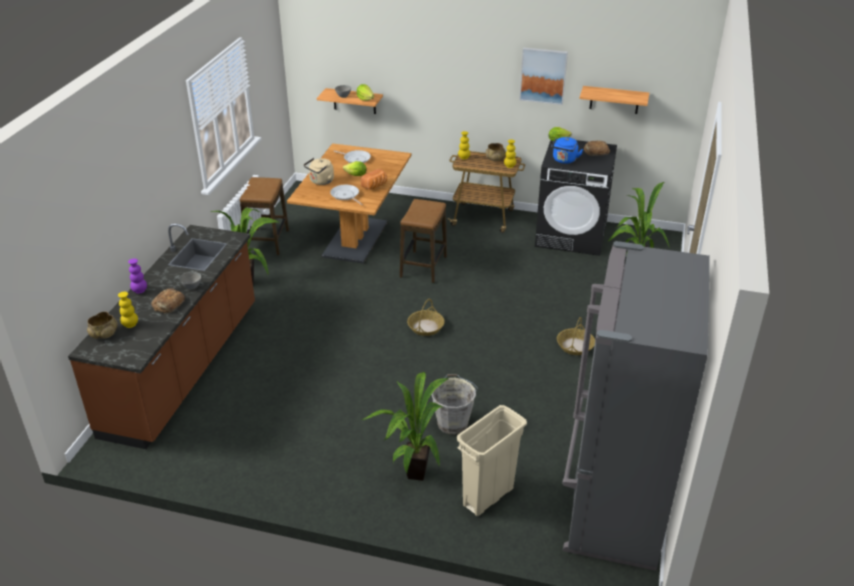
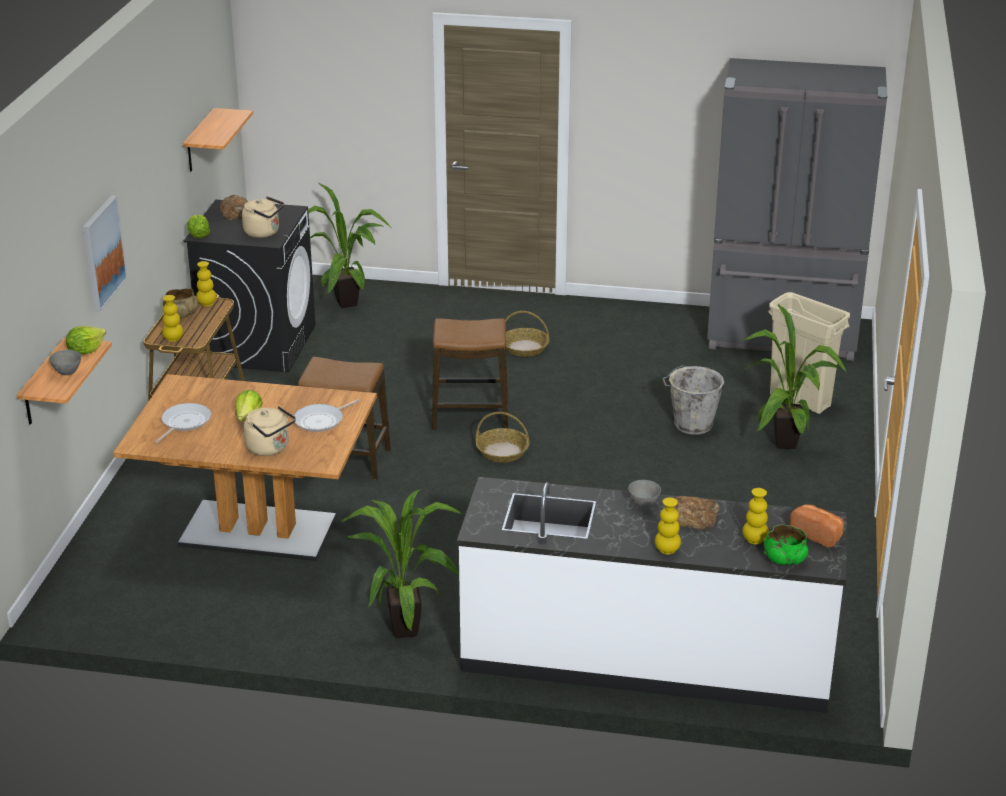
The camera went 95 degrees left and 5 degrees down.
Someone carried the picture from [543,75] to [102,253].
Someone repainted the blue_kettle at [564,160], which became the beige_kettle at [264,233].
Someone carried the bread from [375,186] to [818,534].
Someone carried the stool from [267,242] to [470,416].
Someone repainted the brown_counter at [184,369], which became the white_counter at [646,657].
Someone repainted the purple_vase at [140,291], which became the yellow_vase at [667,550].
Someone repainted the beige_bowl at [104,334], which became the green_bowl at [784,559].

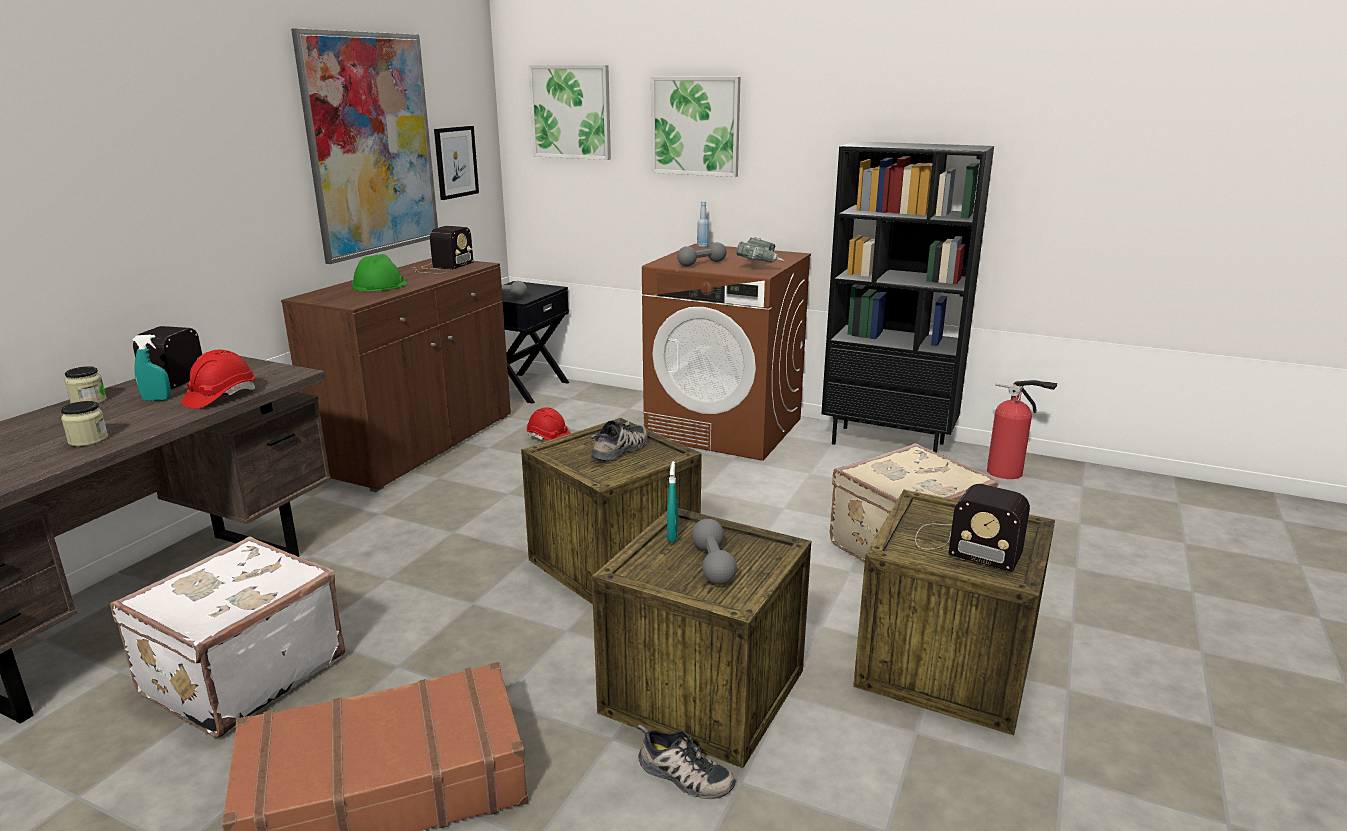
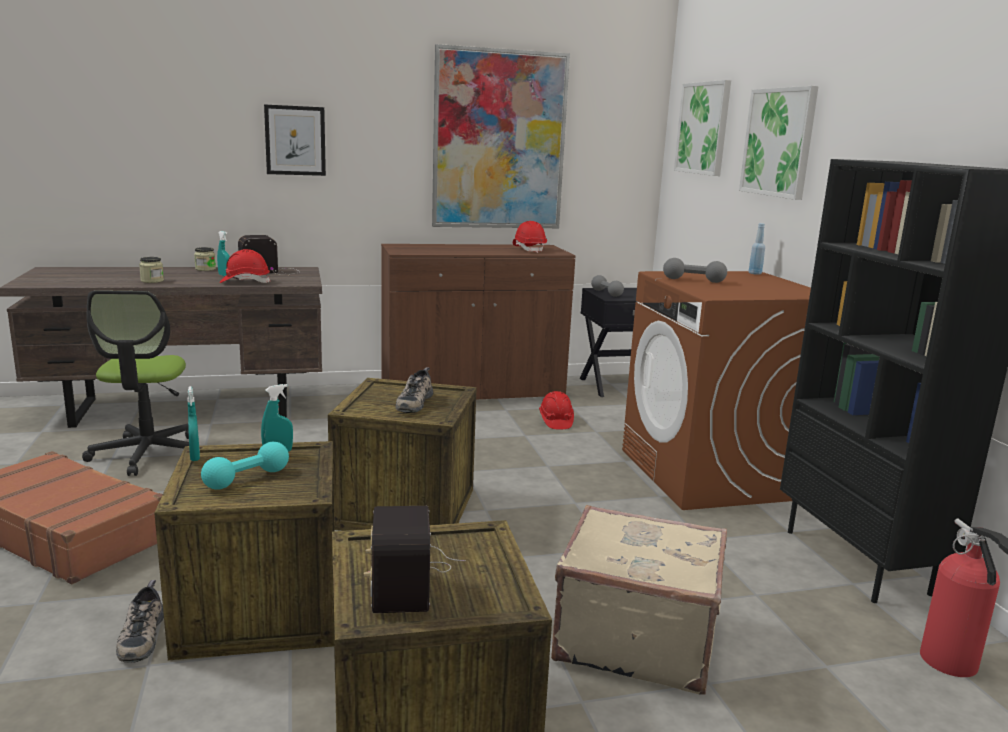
The camera went 50 degrees right and 5 degrees down.
Someone carried the picture from [456,162] to [295,140].
Someone swapped the radio at [442,267] for the red_hard_hat at [529,249].
Someone took away the power_drill at [762,266].
Someone took away the green_hard_hat at [380,285].
Someone rotated the shoe at [621,449] by 105 degrees clockwise.
Someone repainted the grey_dumbbell at [713,564], which became the turquoise_dumbbell at [247,479].
Someone swapped the white_suitcase at [241,674] for the office_chair at [148,454].
Someone put down the turquoise_spray_bottle at [195,457].

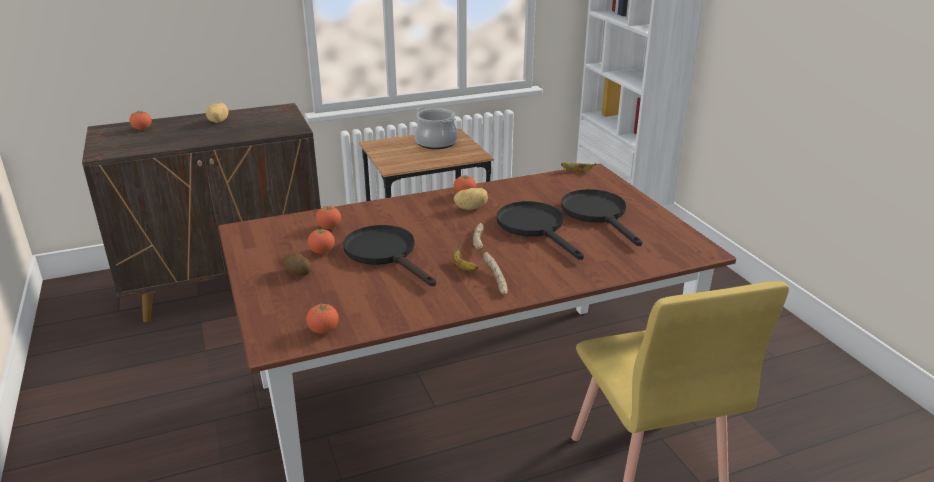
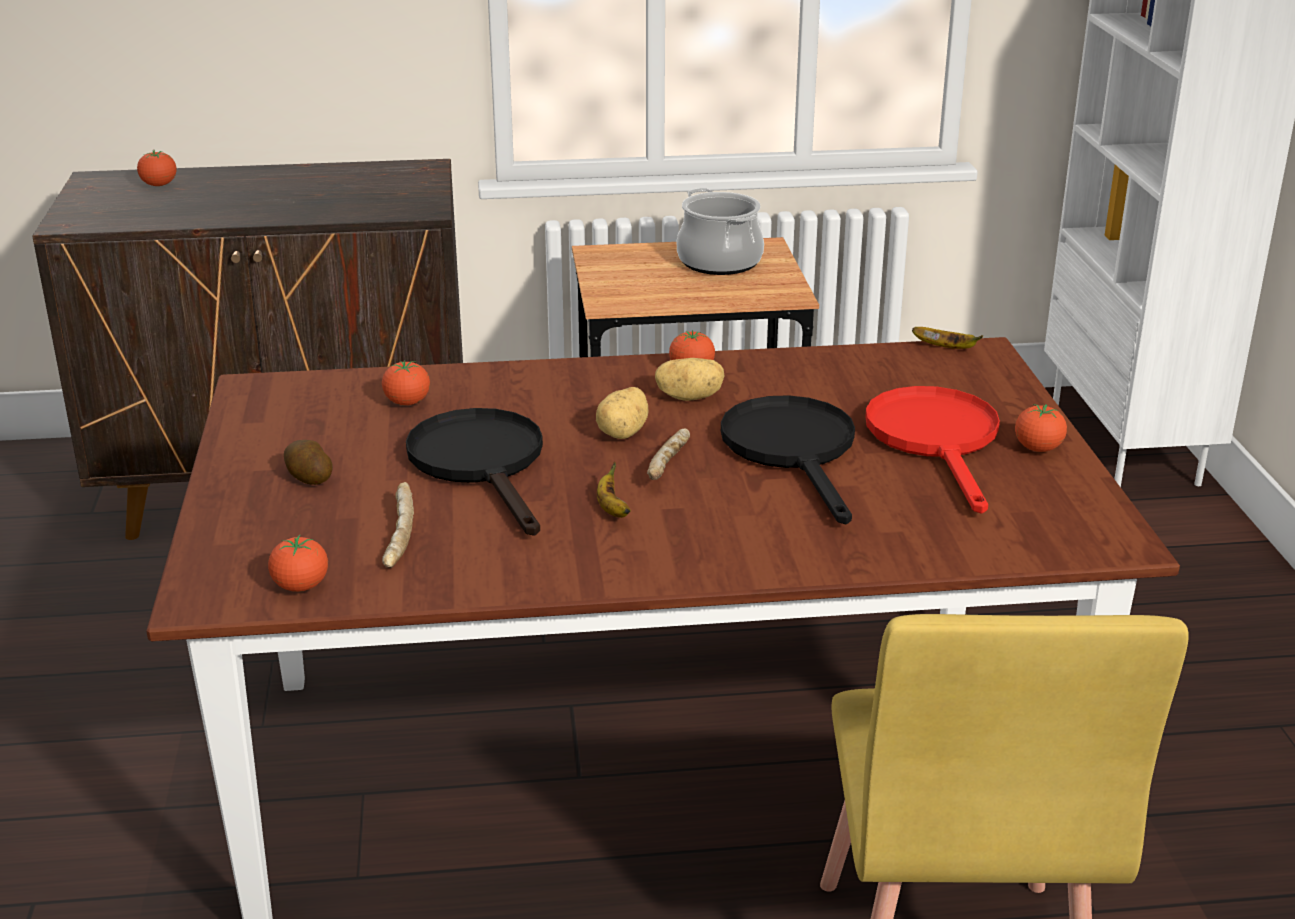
The camera went 15 degrees right and 0 degrees up.
Someone carried the potato from [219,121] to [624,433].
Someone repainted the black_frying_pan at [598,214], which became the red_frying_pan at [937,440].
Someone carried the tomato from [322,252] to [1038,449].
Someone carried the bread from [494,279] to [397,536].

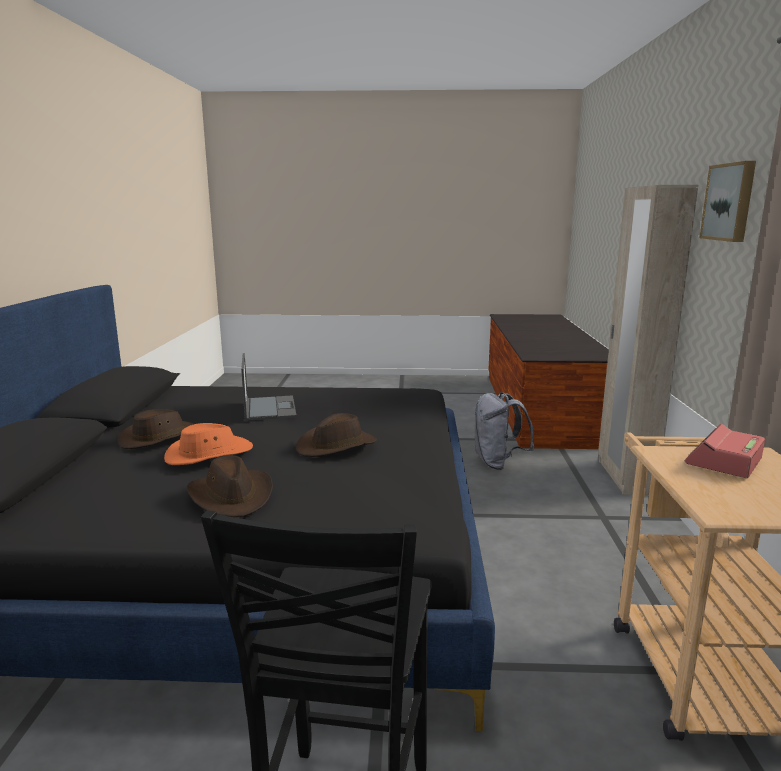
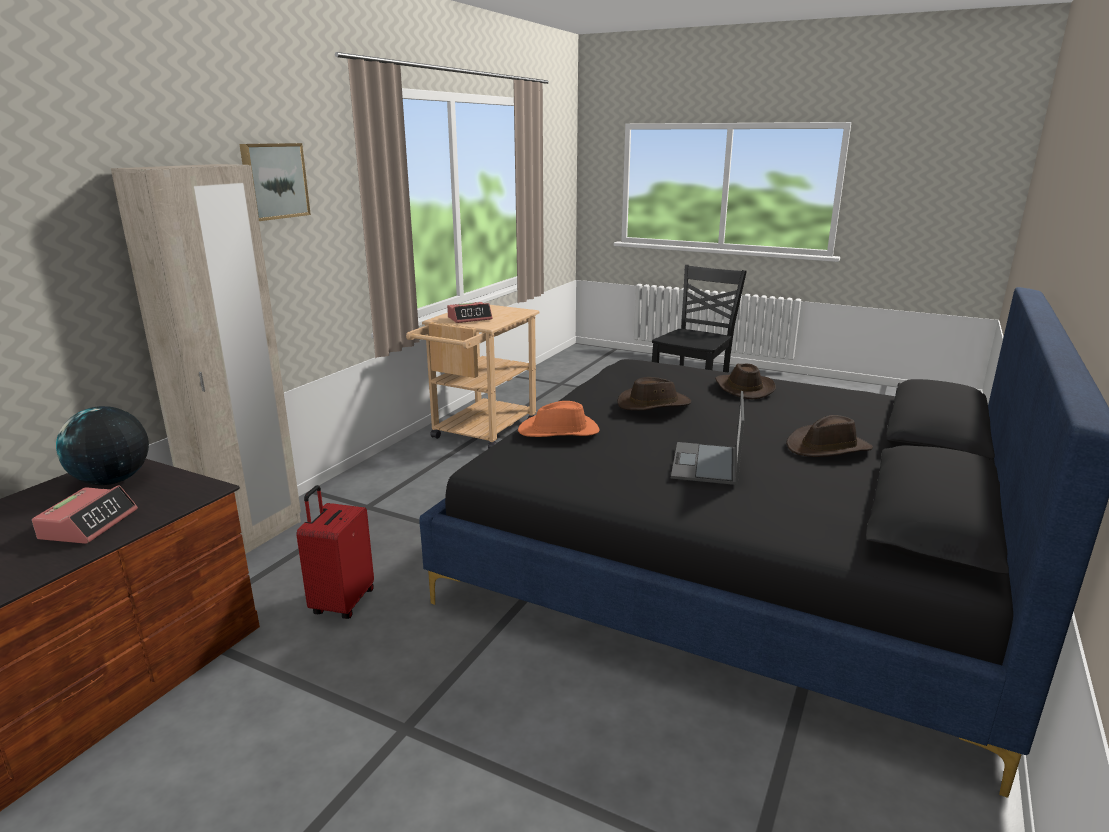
The camera went 155 degrees left and 5 degrees up.
Someone swapped the grey_backpack at [498,463] for the red_suitcase at [341,602].
Someone carried the orange_hat from [209,454] to [559,431].
Someone put down the globe at [112,481].
Someone put down the alarm_clock at [89,524].

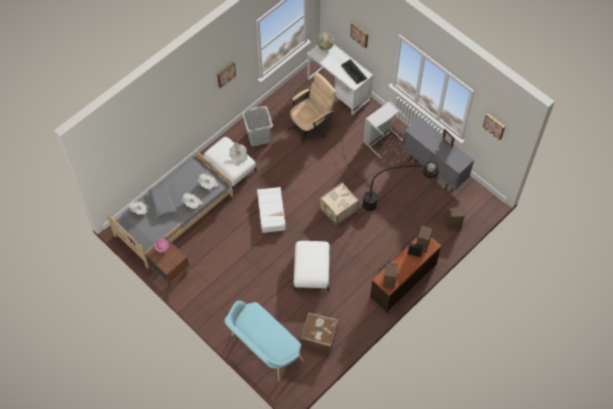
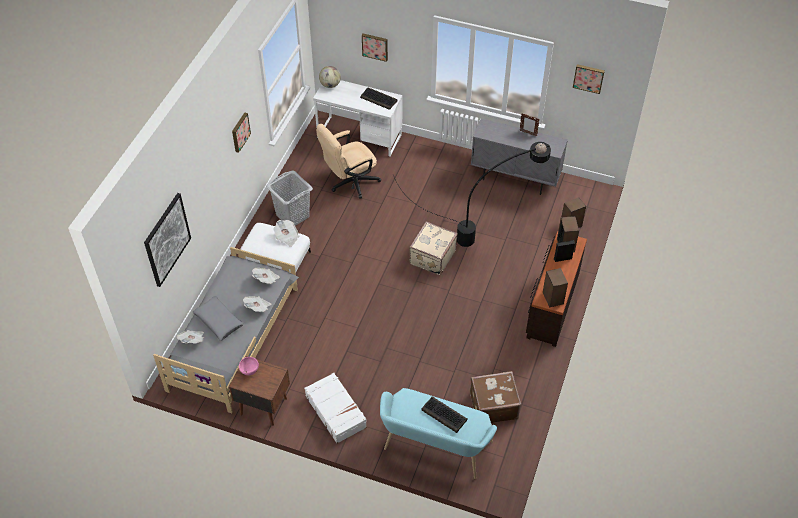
The camera went 25 degrees left and 10 degrees down.
Someone rotated the beige_office_chair at [311,126] by 150 degrees counterclockwise.
Someone took away the grey_laundry_basket at [381,139].
Someone carried the white_suitcase from [271,212] to [336,411].
Someone took away the white_ottoman at [311,271].
Someone put up the picture at [167,239].
Someone put down the keyboard at [443,415].

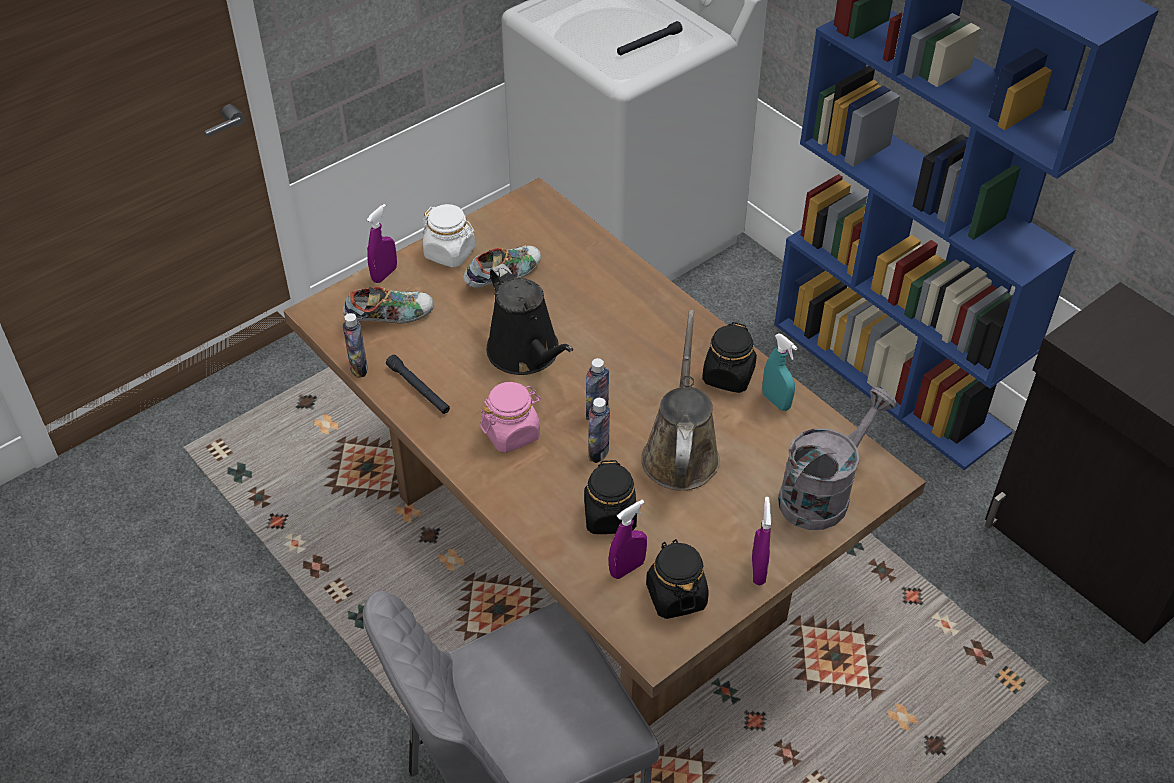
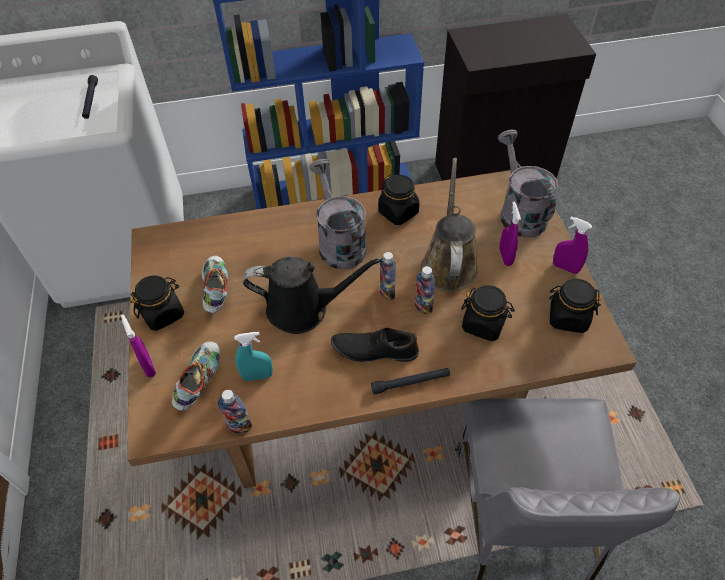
The camera went 60 degrees left and 5 degrees up.
Someone repainted the white_jar at [450,253], which became the black_jar at [163,313].
Someone rotated the brown_watering_can at [680,452] by 60 degrees clockwise.
Someone carried the turquoise_spray_bottle from [776,401] to [257,376].
Someone carried the black_flashlight from [419,389] to [410,383].
Someone swapped the pink_jar at [511,433] for the black_shoe at [374,349].
Someone carried the purple_spray_bottle from [627,568] to [505,257].
Someone put down the grey_watering_can at [339,242].

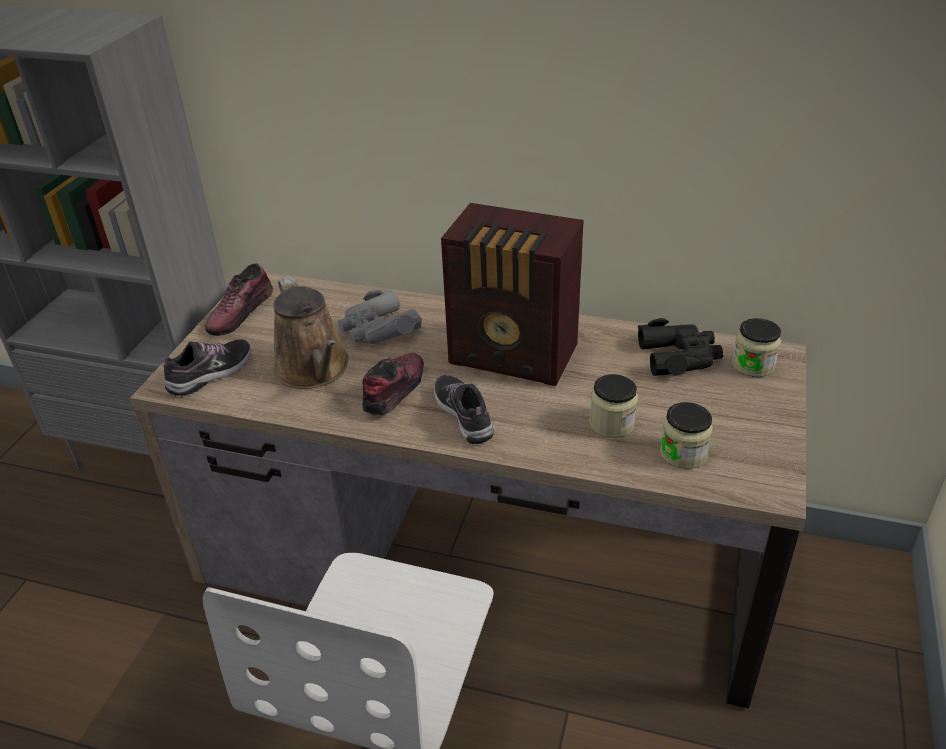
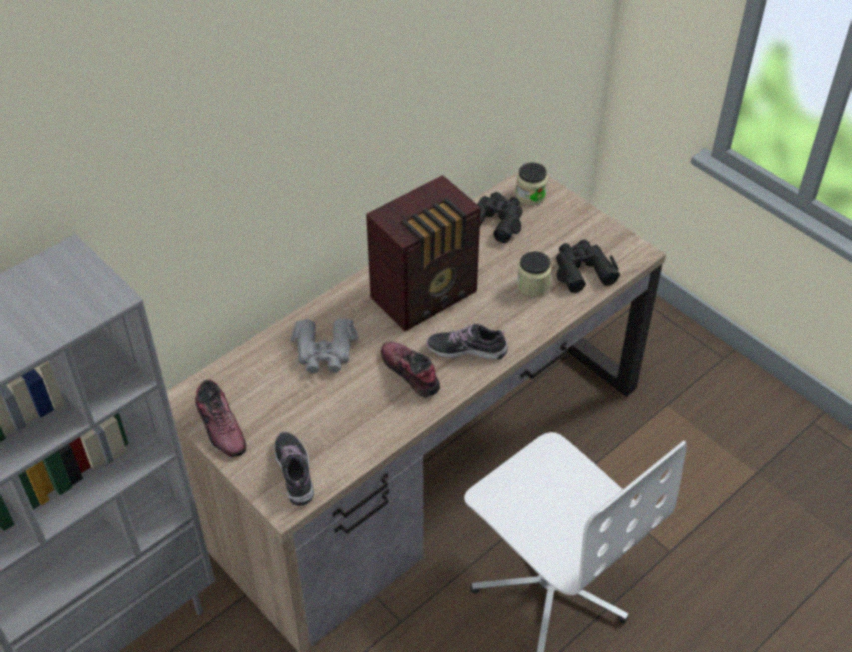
The camera went 60 degrees left and 10 degrees up.
Someone took away the brown_watering_can at [314,370].
Someone swapped the jar at [683,453] for the black_binoculars at [582,270].

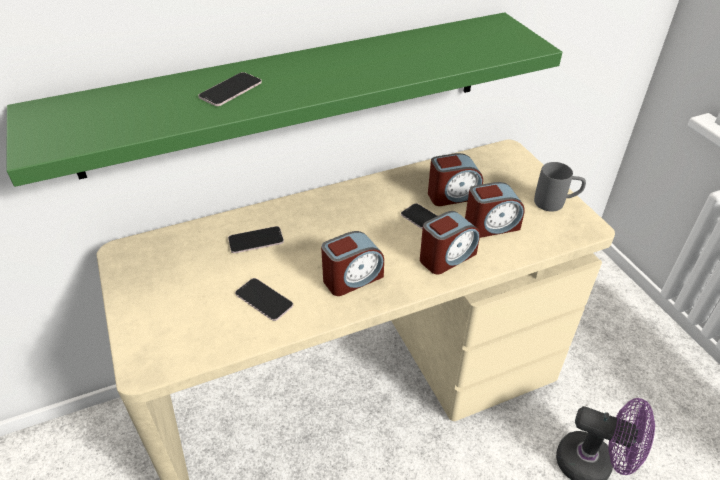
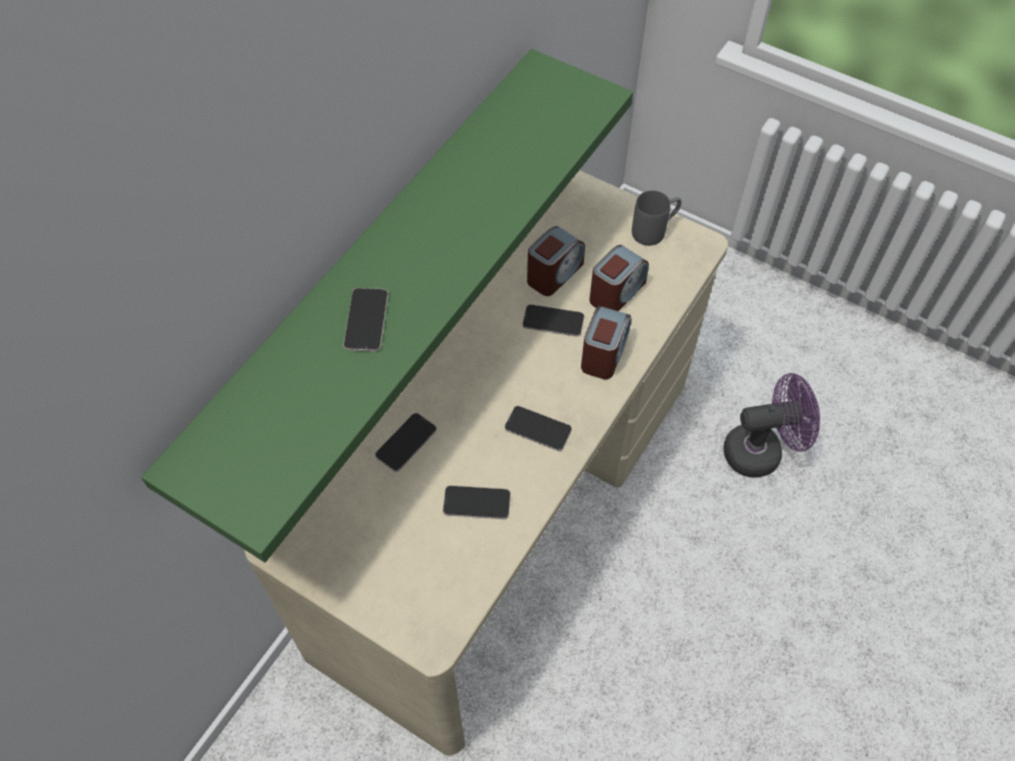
The camera went 35 degrees left and 15 degrees up.
Someone swapped the alarm_clock at [352,278] for the phone at [538,429].

